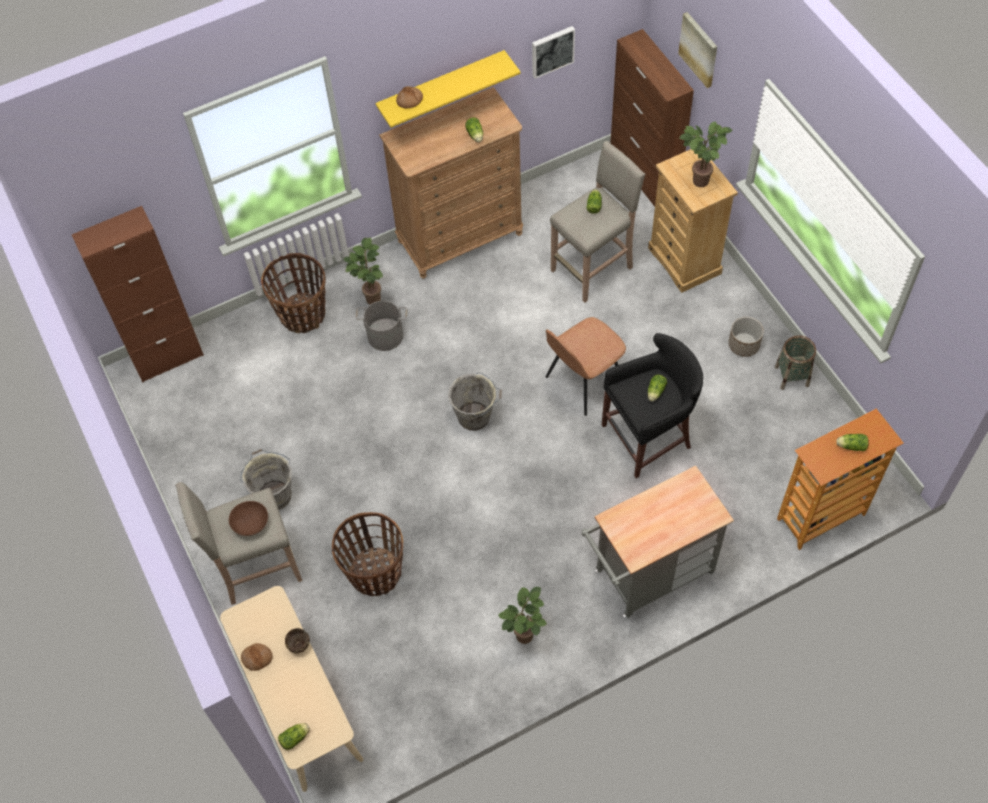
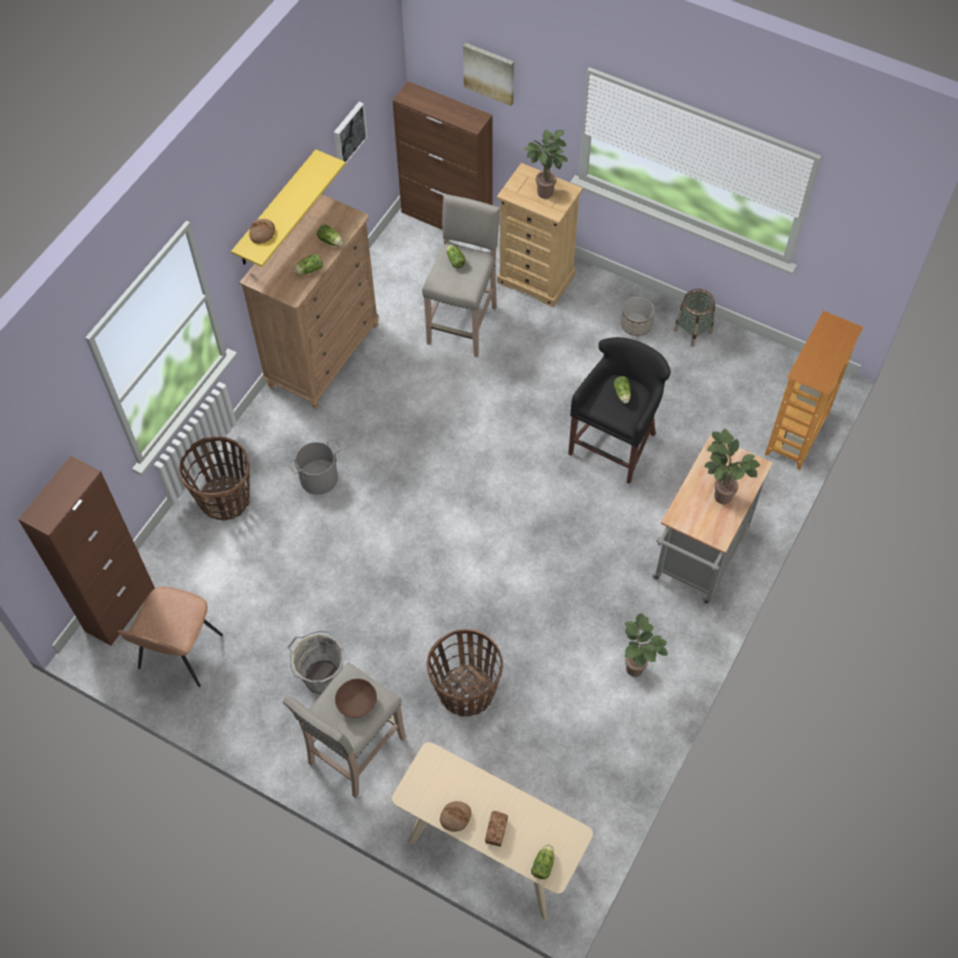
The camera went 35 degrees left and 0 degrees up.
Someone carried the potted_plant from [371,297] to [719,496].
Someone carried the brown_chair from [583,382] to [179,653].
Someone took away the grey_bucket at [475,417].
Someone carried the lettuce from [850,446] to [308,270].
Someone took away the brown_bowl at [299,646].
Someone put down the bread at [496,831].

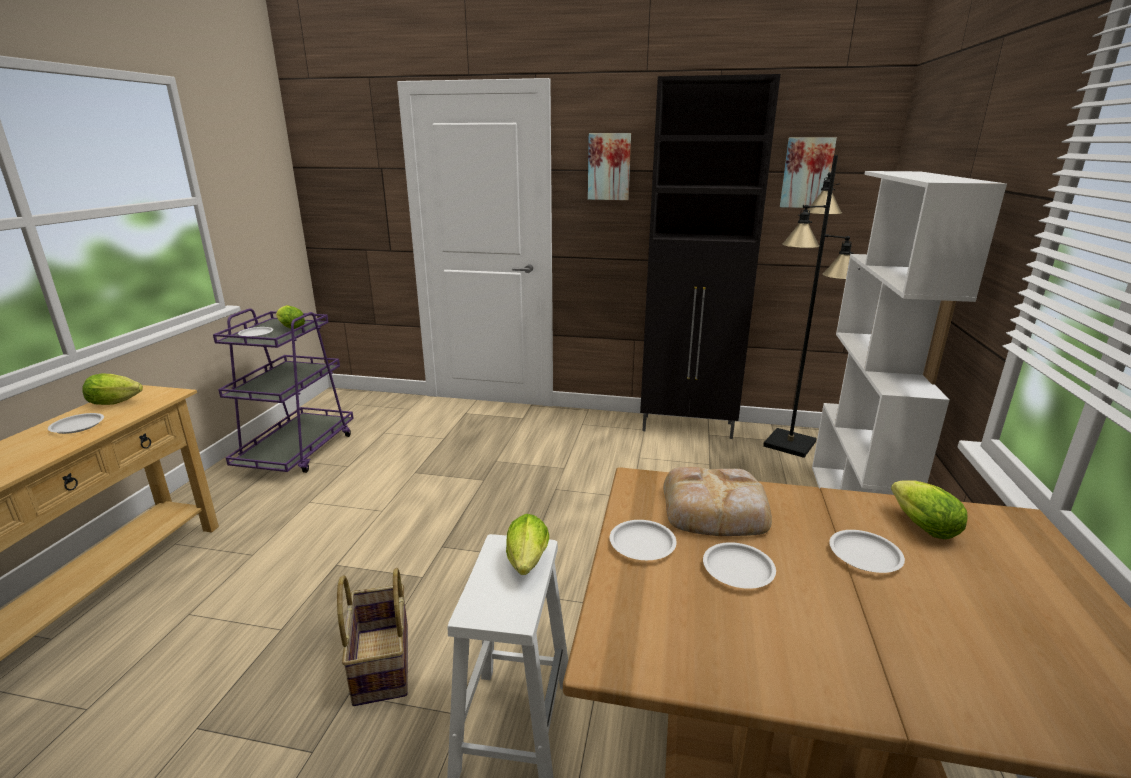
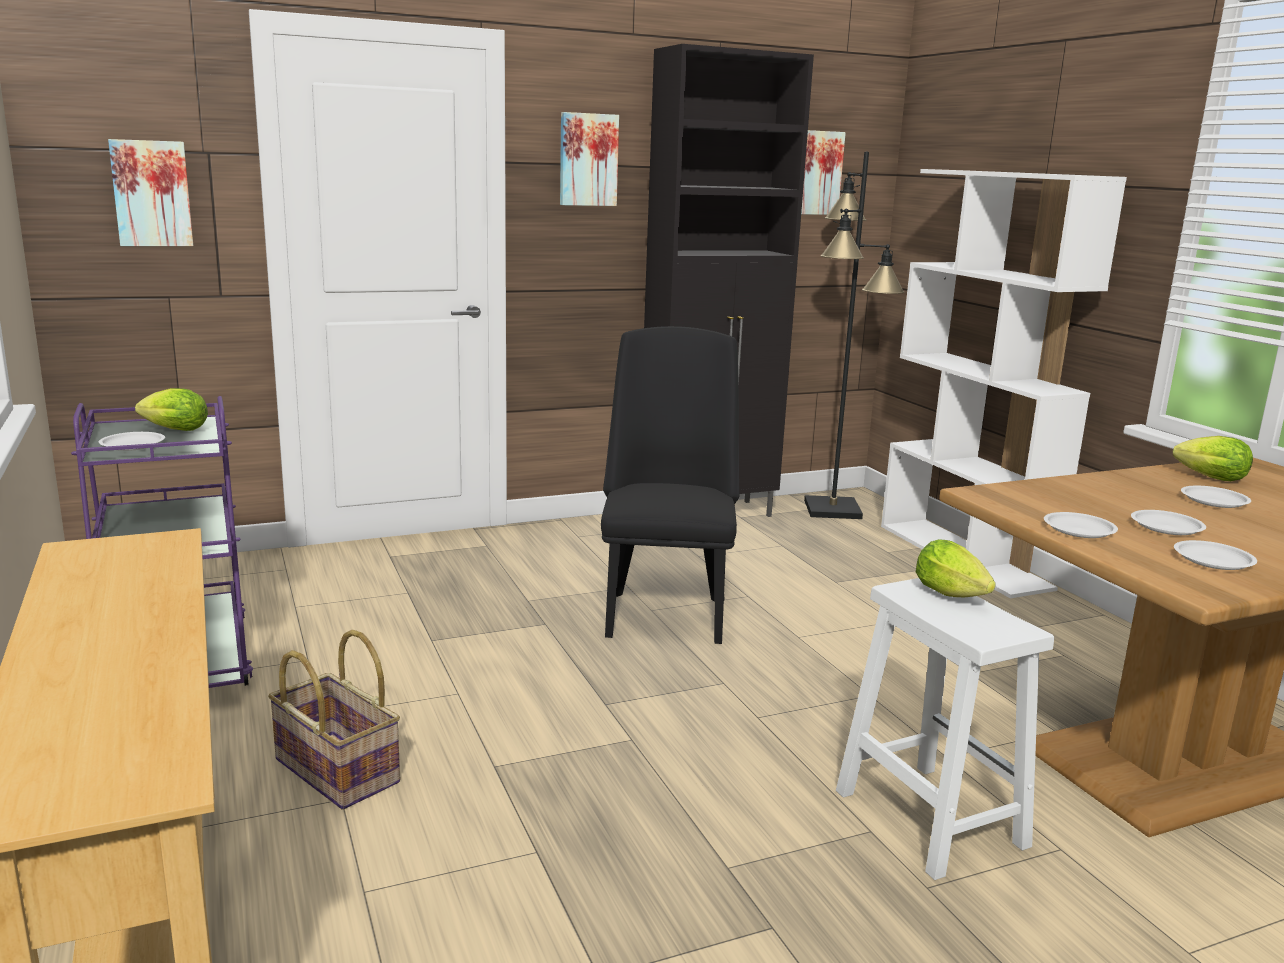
The camera went 35 degrees left and 5 degrees down.
Someone took away the lettuce at [118,402].
Someone carried the white_plate from [77,426] to [1212,560].
Someone took away the bread at [716,510].
Someone carried the basket from [380,663] to [334,771].
Someone put up the picture at [152,193].
Someone put down the black_chair at [665,611].

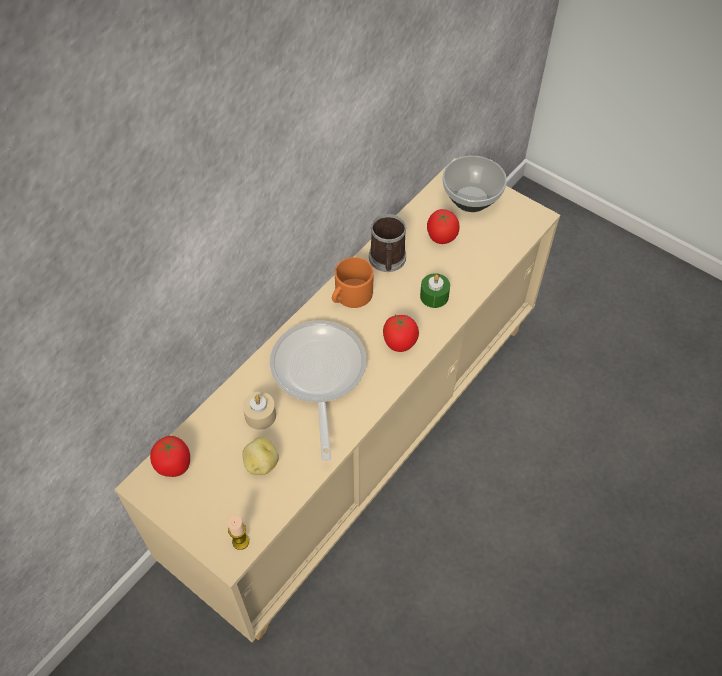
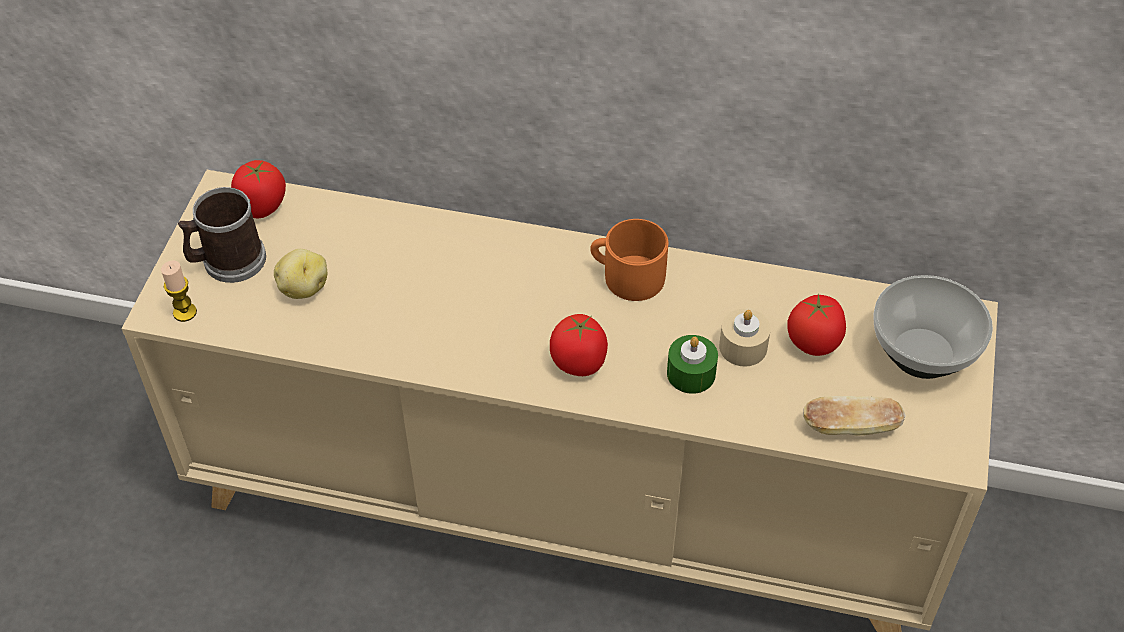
The camera went 65 degrees right and 5 degrees down.
Someone carried the mug from [387,261] to [227,261].
Someone took away the frying_pan at [318,375].
Someone carried the beige_candle from [260,415] to [743,347].
Someone put down the bread at [850,427].

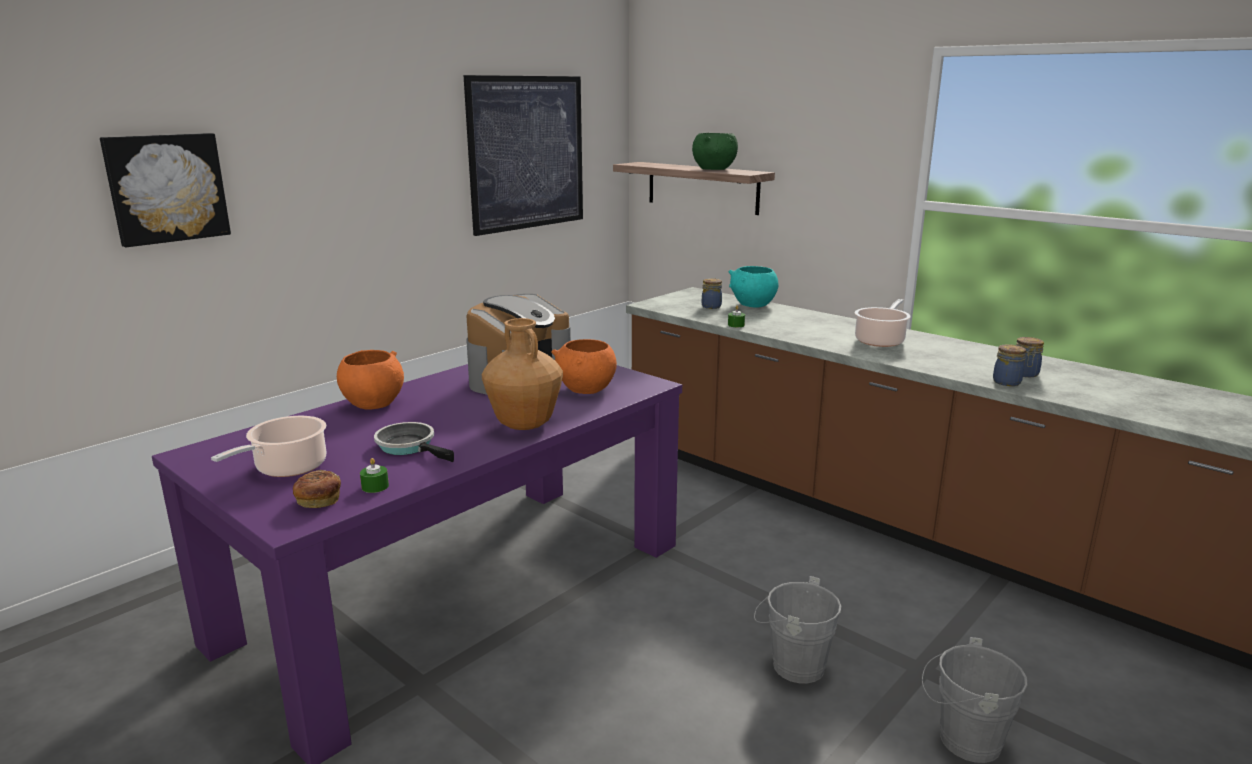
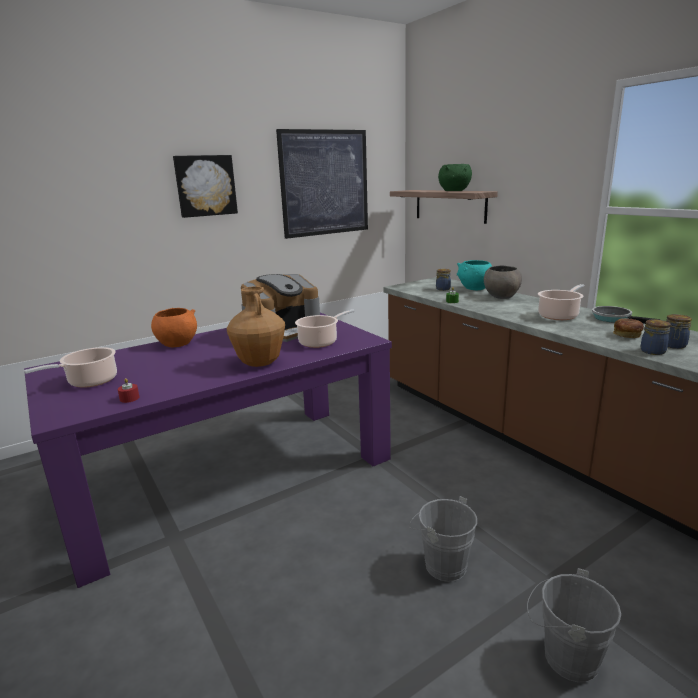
The camera went 15 degrees right and 0 degrees up.
Someone carried the picture from [166,188] to [205,186].
Someone swapped the orange_bowl at [586,390] for the cooking_pot at [320,342].
Someone carried the frying_pan from [409,446] to [614,319].
Someone repainted the green_candle at [375,486], which became the red_candle at [129,398].
Someone carried the bread from [318,500] to [627,335].
Someone put down the grey_bowl at [501,296].

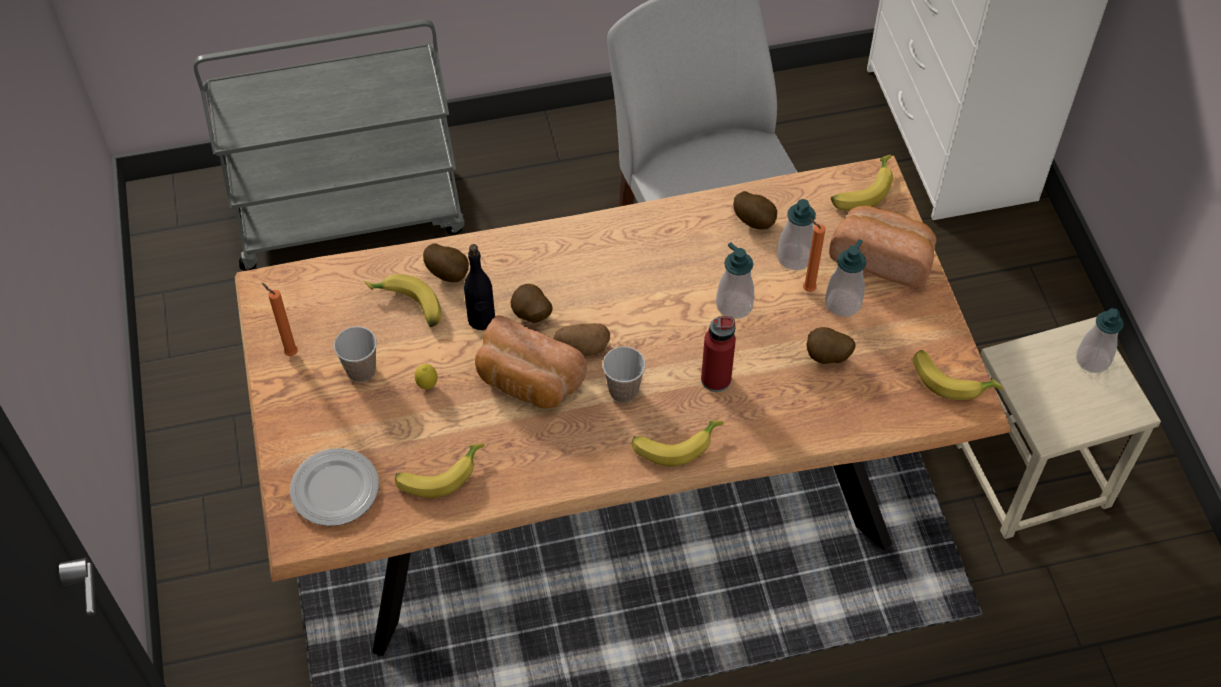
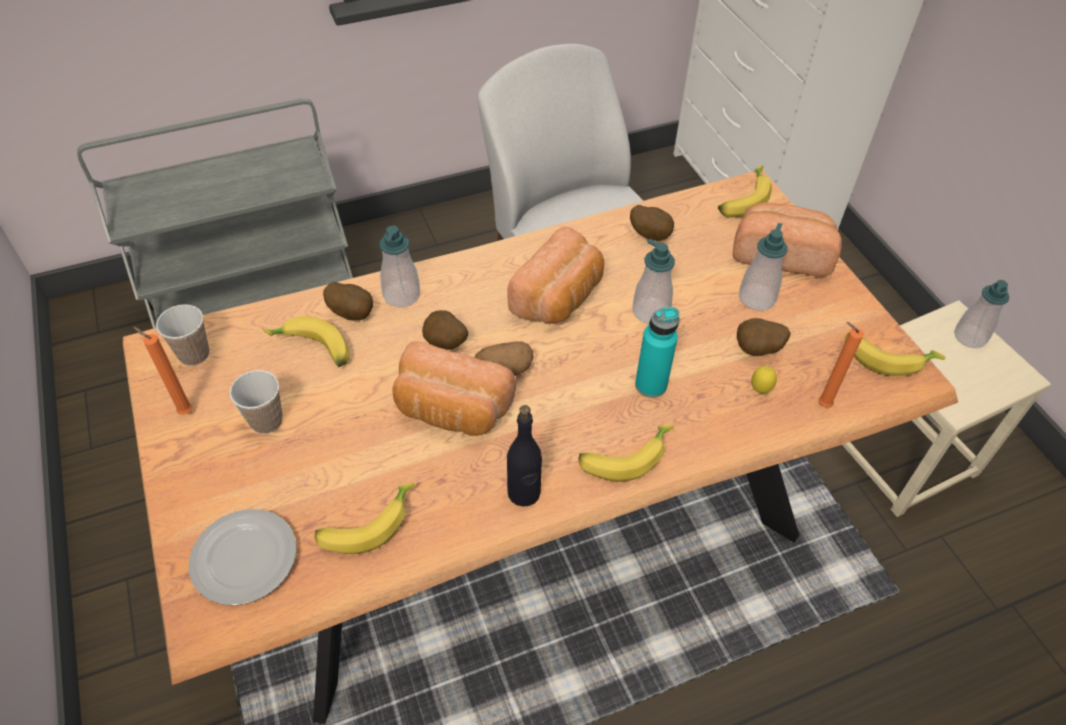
The camera went 10 degrees left and 5 degrees down.
Someone carried the soap_dispenser from [794,257] to [401,295].
Someone carried the orange_candle from [806,289] to [821,404].
Someone carried the black_bottle from [481,320] to [524,493].
Someone repainted the red_bottle at [716,379], which became the turquoise_bottle at [651,385].
Someone carried the cup from [623,391] to [194,354].
Someone carried the lemon from [427,385] to [760,390].
Someone put down the bread at [559,298].

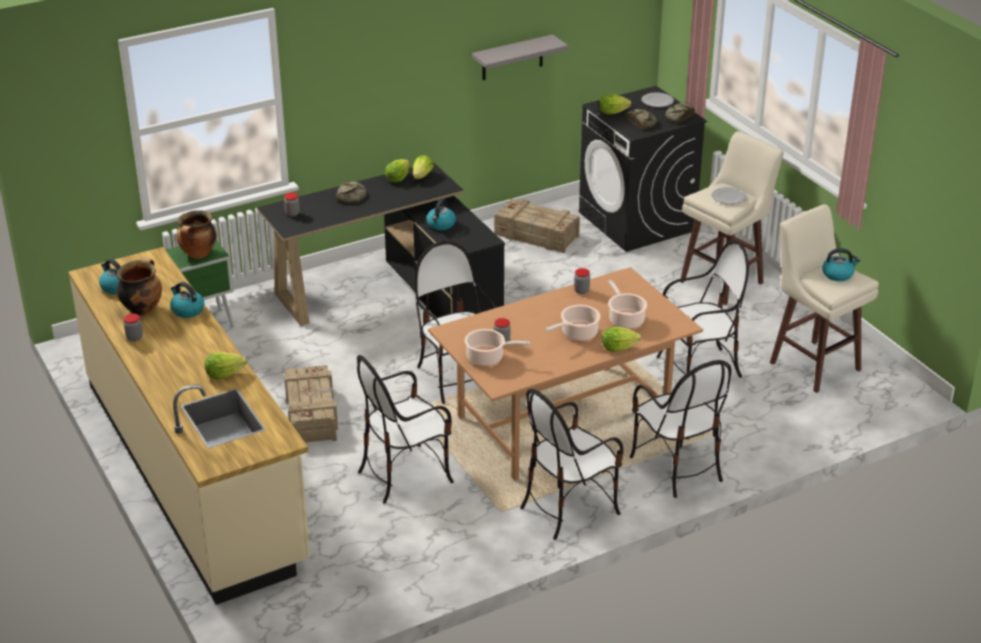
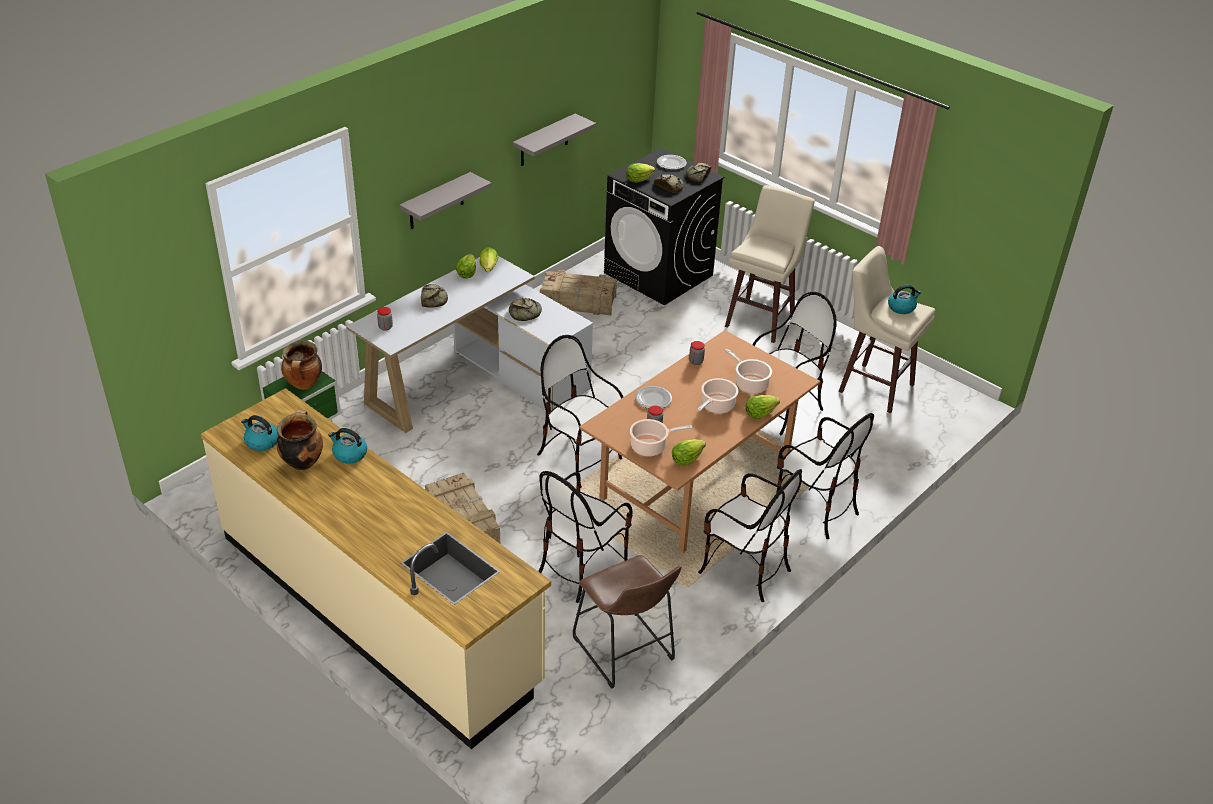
The camera went 20 degrees left and 5 degrees up.
Someone repainted the black_desk at [392,292], which became the white_desk at [475,382].
Someone carried the plate from [729,197] to [653,399].
Someone swapped the kettle at [441,224] for the bread at [525,314].
Someone took away the jar at [134,337].
Someone carried the lettuce from [224,374] to [686,459].
Someone rotated the chair at [569,508] by 90 degrees counterclockwise.
Someone put up the grey_shelf at [436,202].
Someone put down the brown_stool at [625,653].

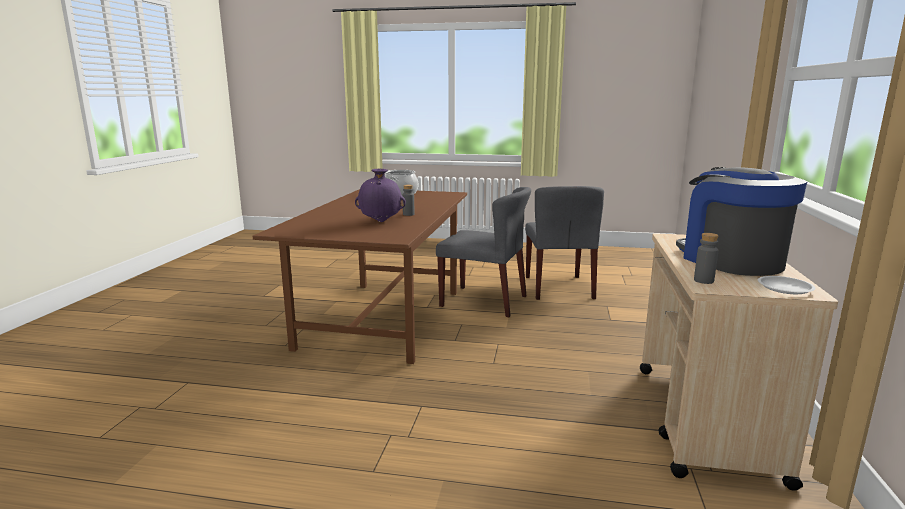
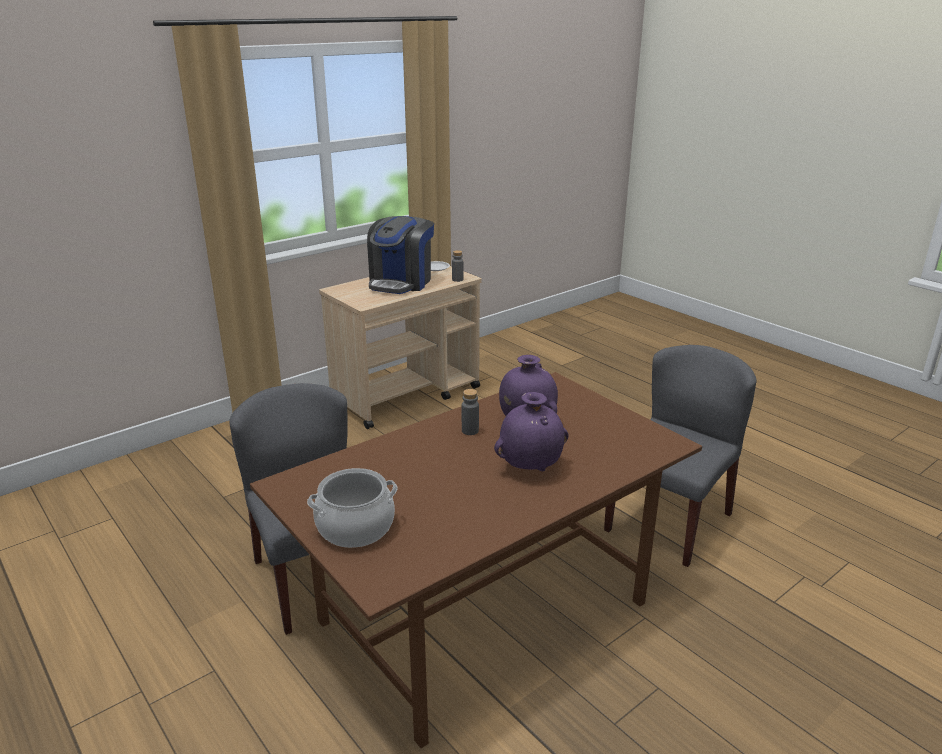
The camera went 140 degrees left and 10 degrees up.
Someone carried the grey_chair from [558,287] to [668,521].
Someone put down the purple_vase at [531,467].

